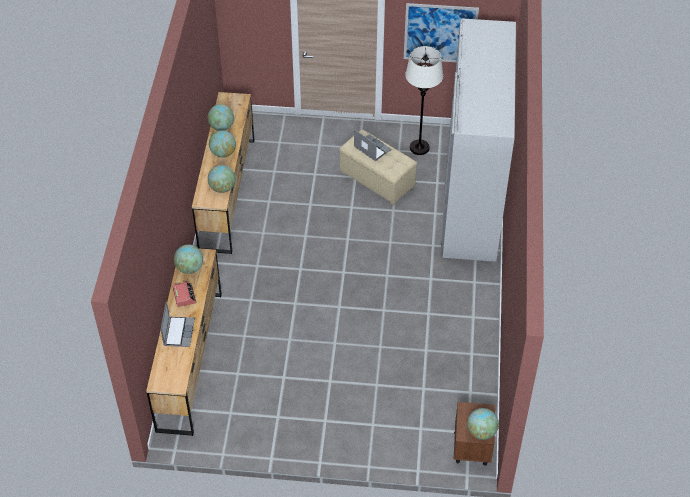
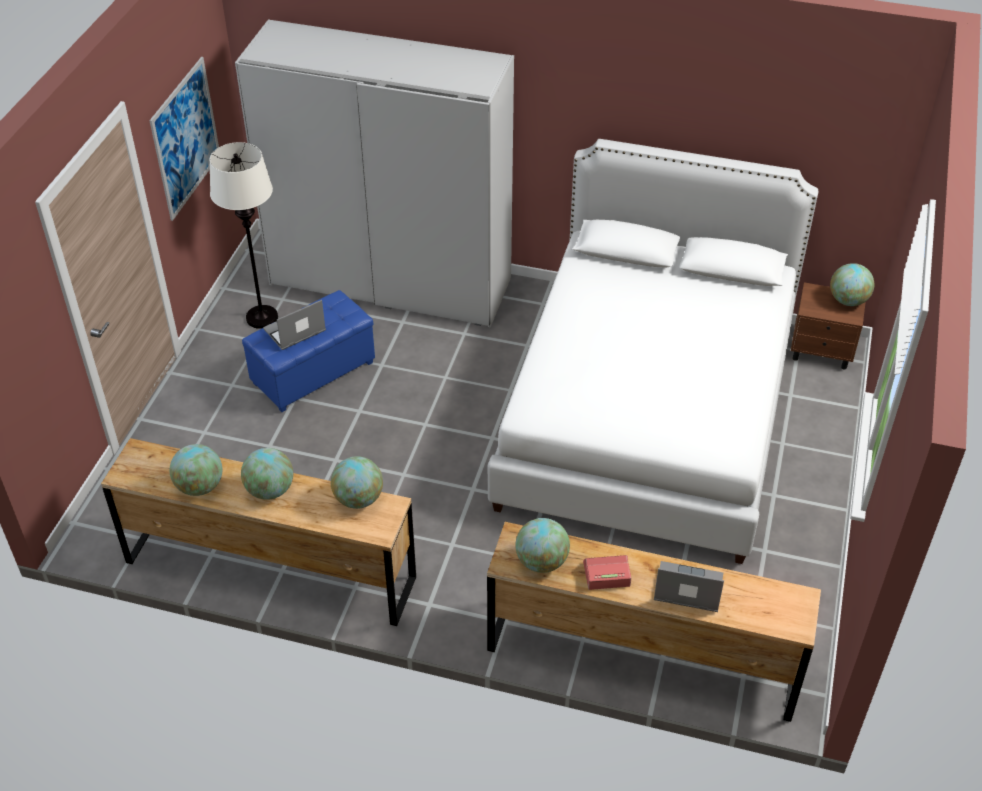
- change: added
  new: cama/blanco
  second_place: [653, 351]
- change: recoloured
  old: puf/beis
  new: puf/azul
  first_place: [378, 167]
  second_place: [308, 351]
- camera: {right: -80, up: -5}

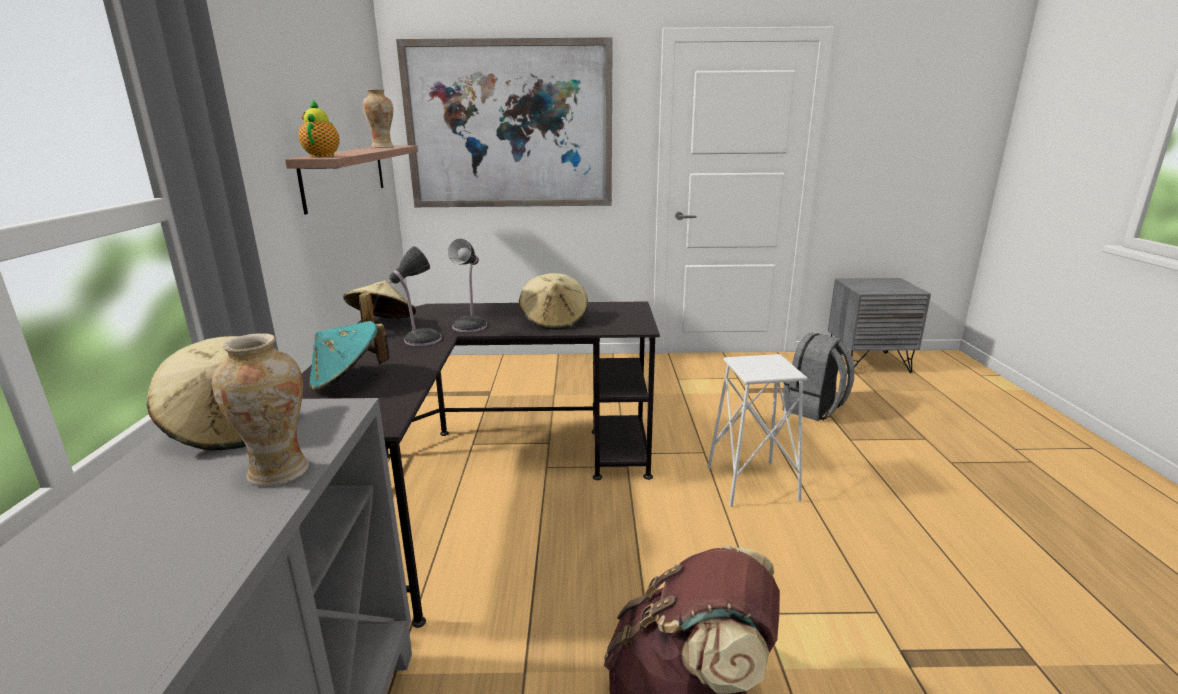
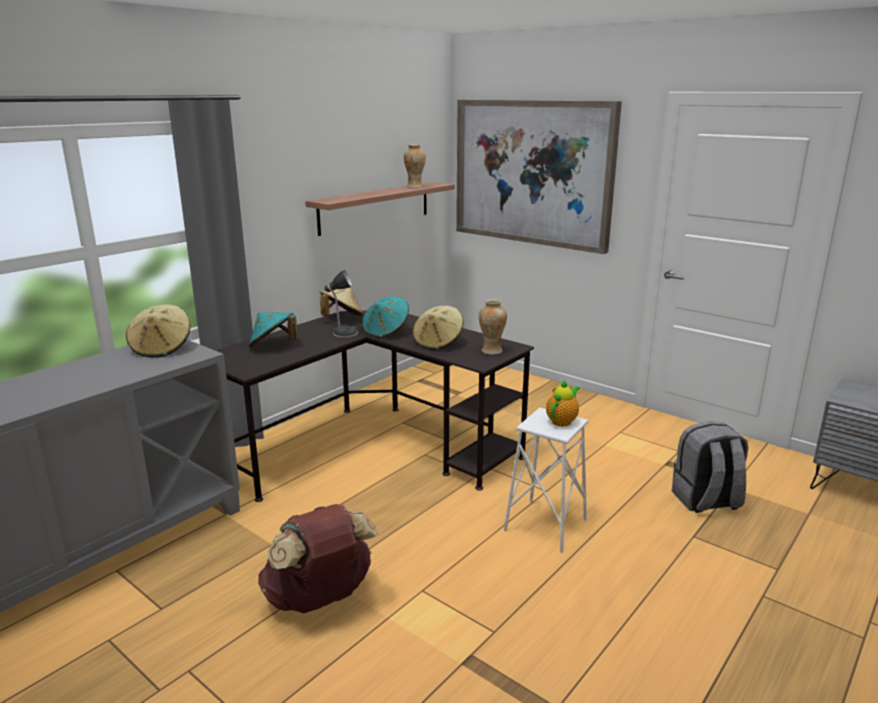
- change: moved
  old: florero
  first_place: [260, 410]
  second_place: [493, 327]
- change: moved
  old: tetera
  first_place: [319, 128]
  second_place: [563, 403]
- change: replaced
  old: lámpara de mesa
  new: sombrero/turquesa
  first_place: [467, 285]
  second_place: [385, 317]
- camera: {right: 40, up: 0}

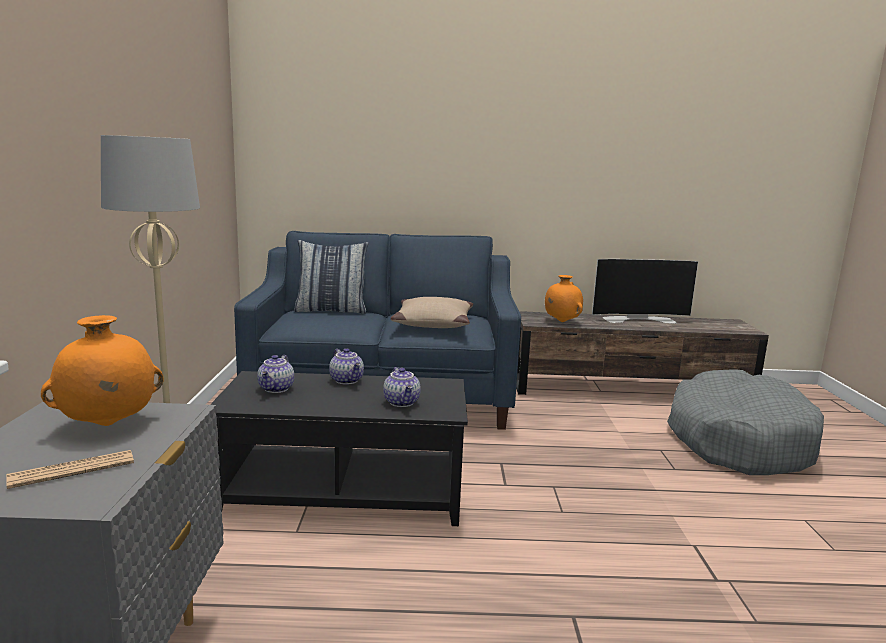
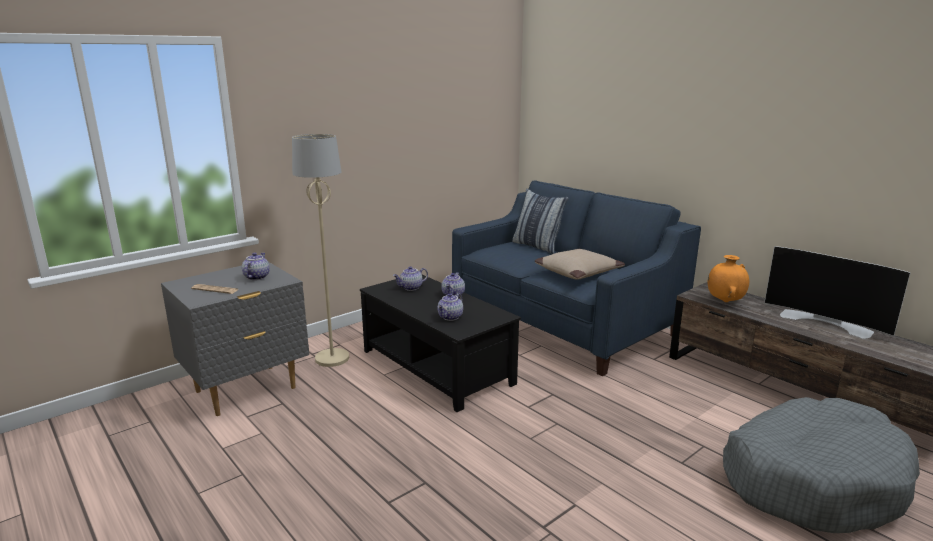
- change: replaced
  old: florero/naranja
  new: tetera
  first_place: [102, 370]
  second_place: [256, 266]
- camera: {right: 50, up: 5}

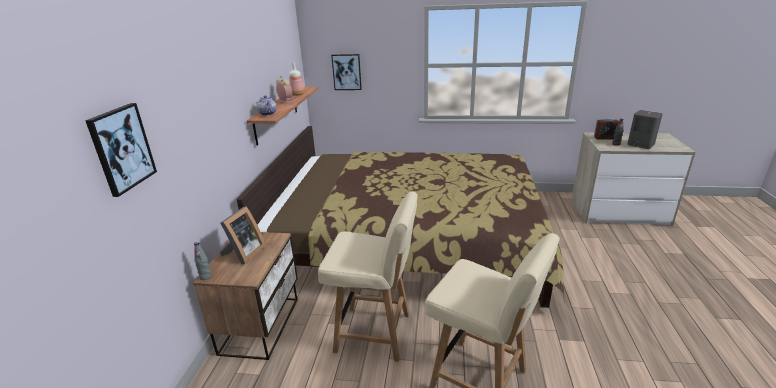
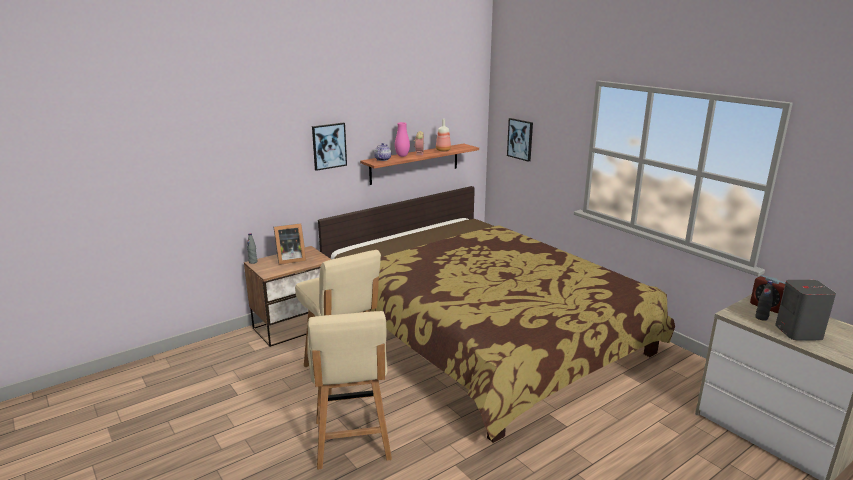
- change: added
  new: florero/rosa
  second_place: [402, 139]
- change: moved
  old: cuadro
  first_place: [121, 150]
  second_place: [329, 147]
- camera: {right: 45, up: -5}

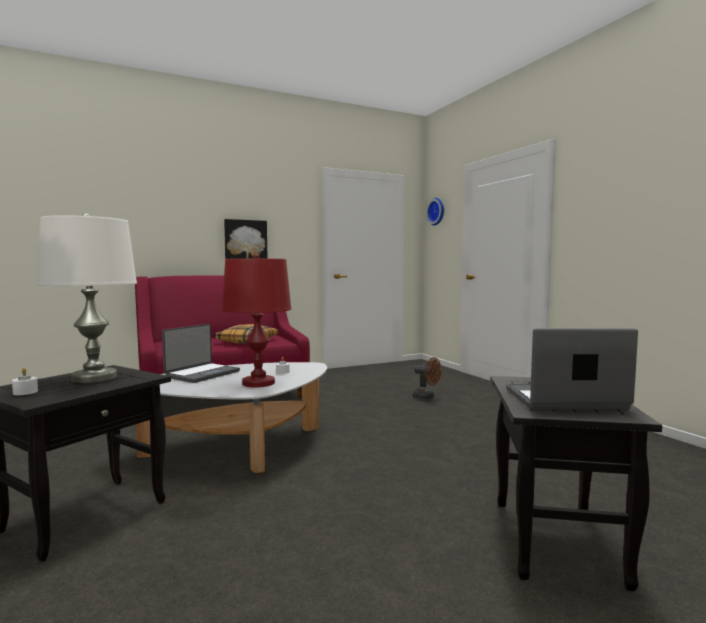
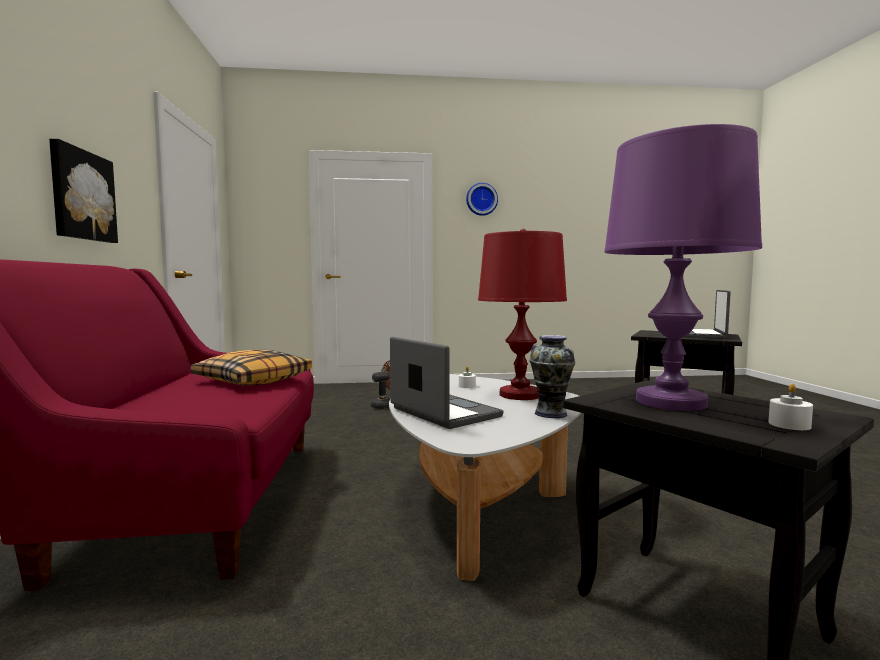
- change: added
  new: florero
  second_place: [552, 376]
- change: moved
  old: reloj de pared
  first_place: [435, 211]
  second_place: [482, 199]
- change: recoloured
  old: lámpara de mesa/blanco
  new: lámpara de mesa/morado
  first_place: [87, 298]
  second_place: [683, 267]
- camera: {right: -70, up: 0}

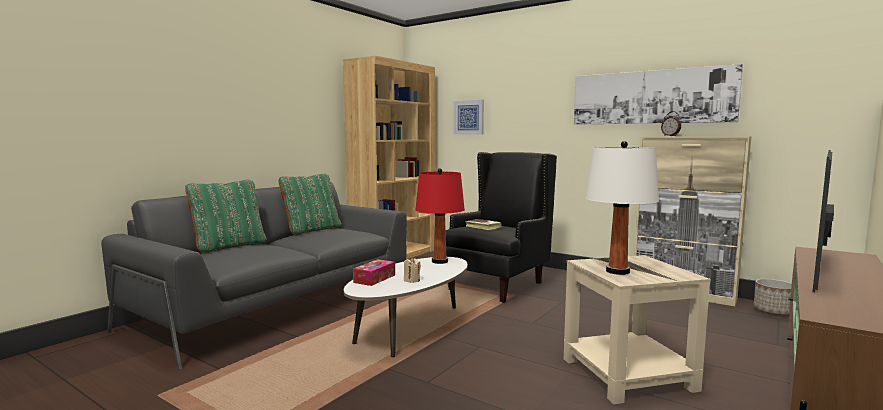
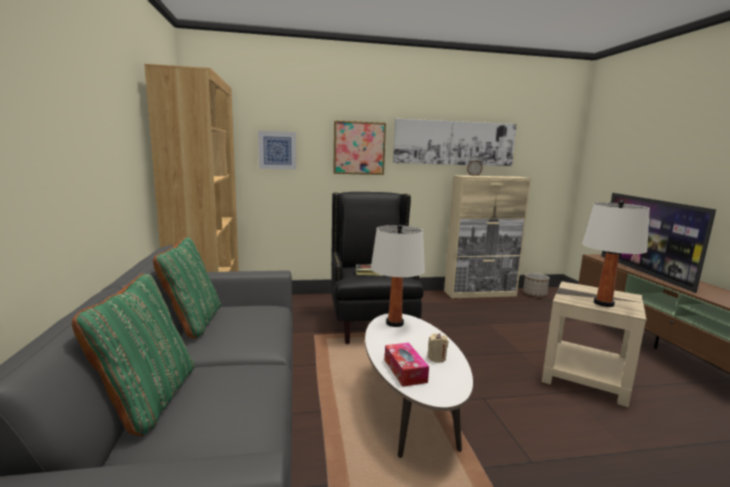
- change: added
  new: cuadro
  second_place: [359, 147]
- change: recoloured
  old: lámpara de mesa/rojo
  new: lámpara de mesa/blanco
  first_place: [440, 216]
  second_place: [398, 275]
- camera: {right: -45, up: 5}

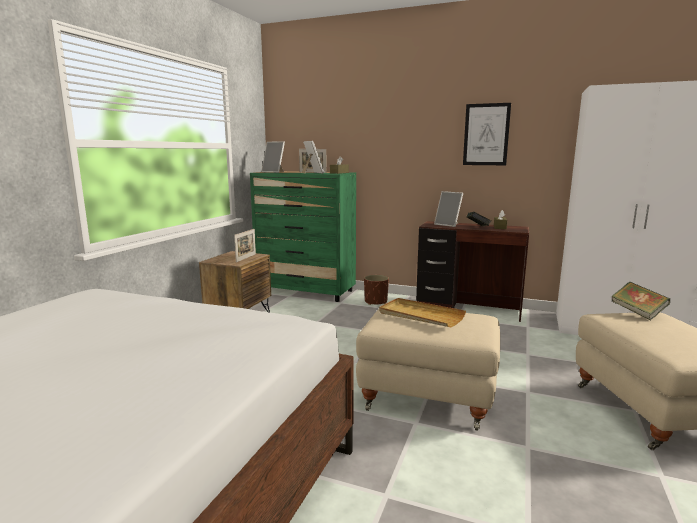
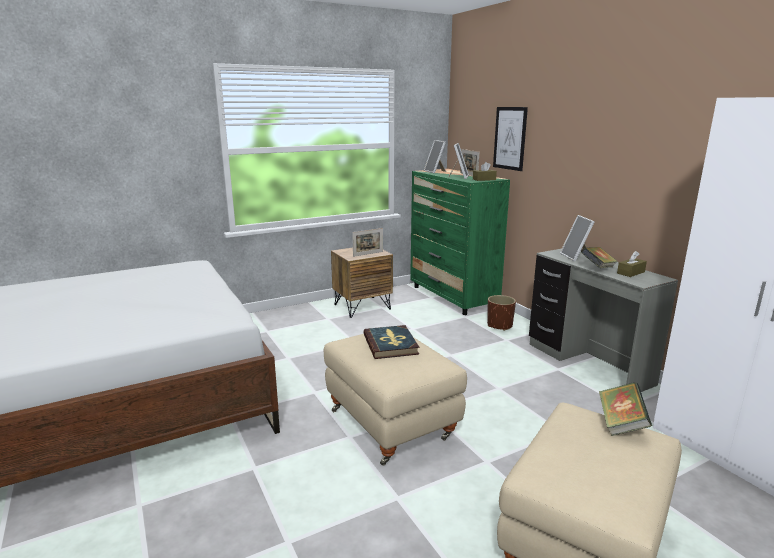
- change: moved
  old: cuadro
  first_place: [487, 134]
  second_place: [510, 139]
- change: replaced
  old: bandeja/beis
  new: libro
  first_place: [422, 313]
  second_place: [391, 342]
- change: recoloured
  old: escritorio/marrón
  new: escritorio/gris
  first_place: [472, 271]
  second_place: [603, 320]
- camera: {right: 40, up: 5}

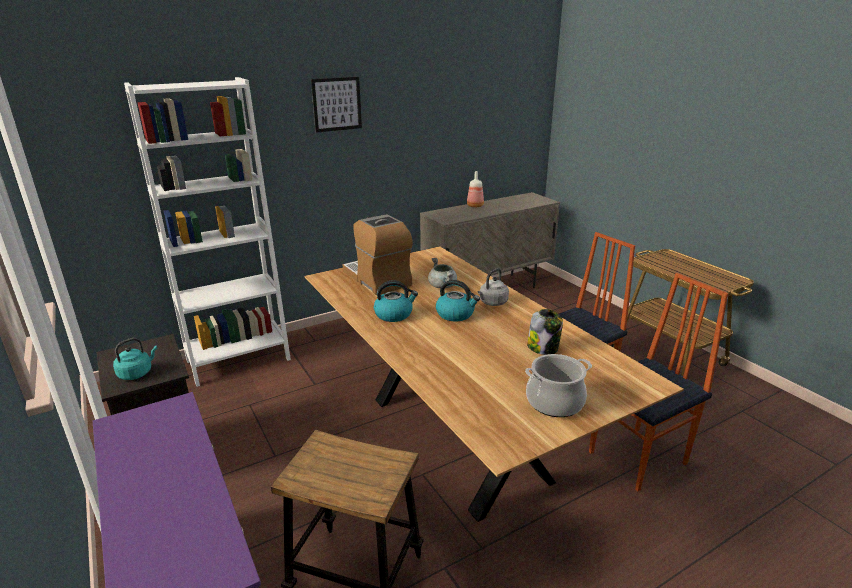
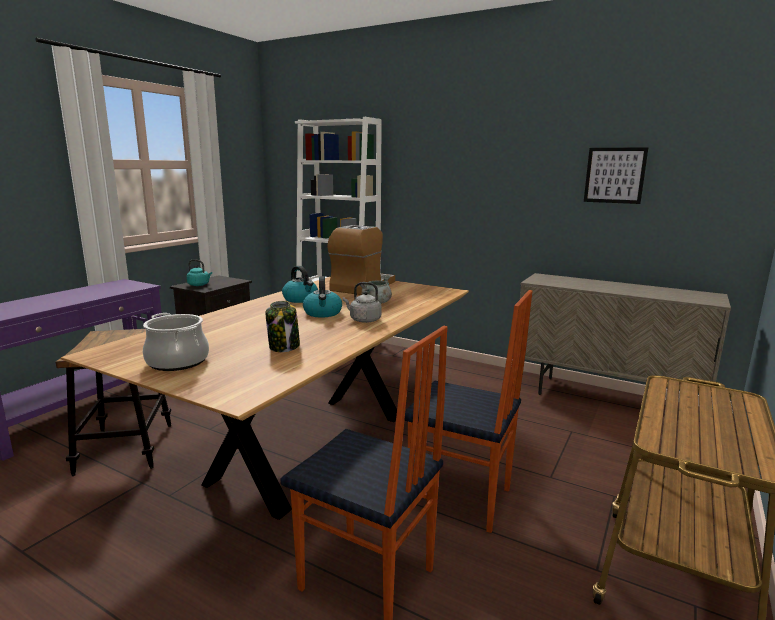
- change: removed
  old: botella
  first_place: [475, 189]
- change: moved
  old: cuadro
  first_place: [336, 105]
  second_place: [616, 175]
- camera: {right: 60, up: -10}

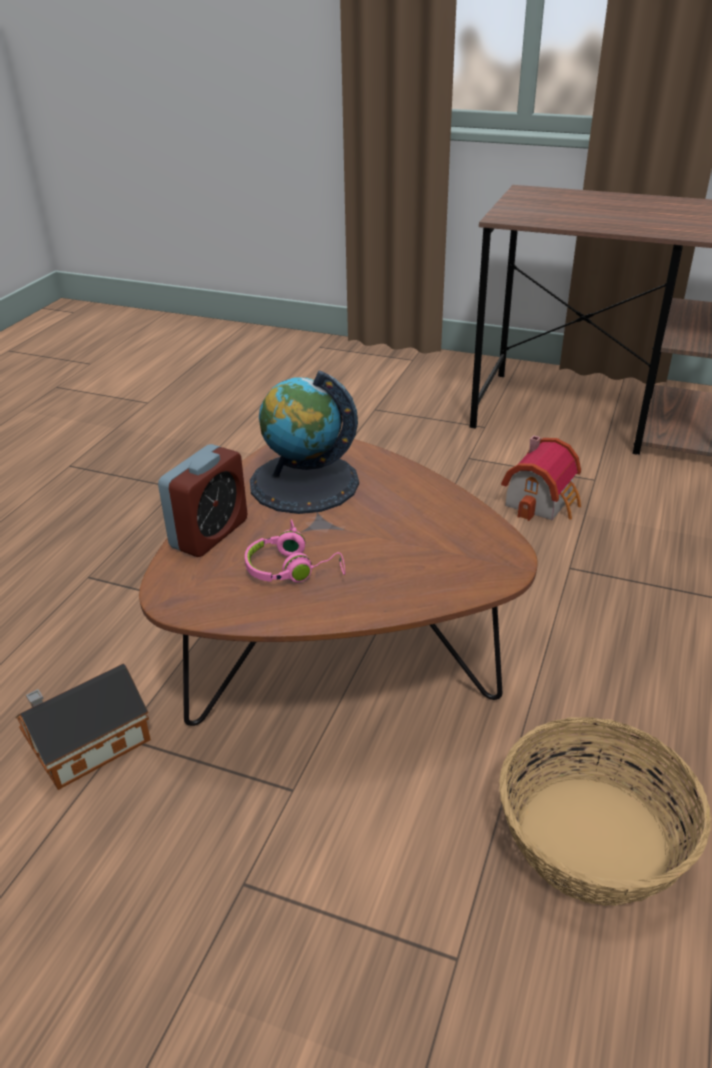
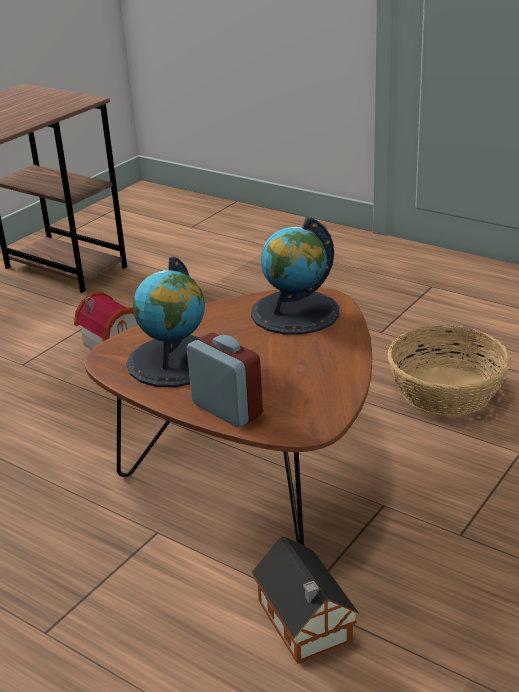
- change: removed
  old: auriculares/rosa
  first_place: [295, 550]
- change: added
  new: globo terráqueo
  second_place: [295, 276]
- camera: {right: -75, up: -5}

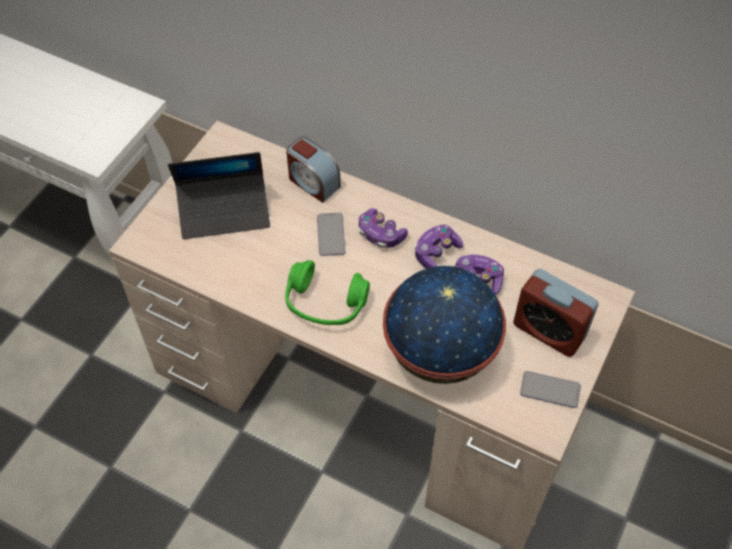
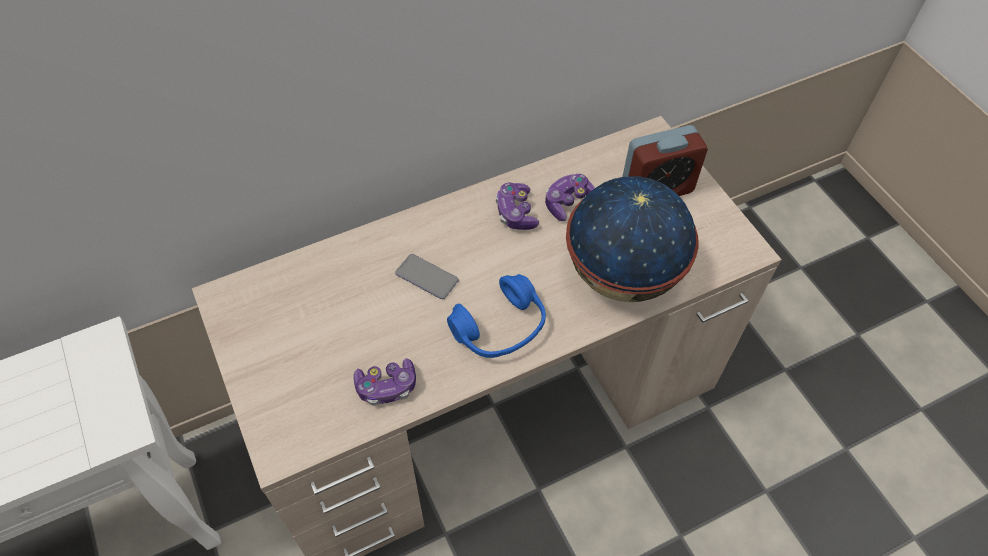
- change: removed
  old: portátil
  first_place: [219, 195]
- change: removed
  old: despertador
  first_place: [313, 169]
- change: removed
  old: móvil
  first_place: [550, 389]
- change: moved
  old: mando de consola
  first_place: [383, 228]
  second_place: [384, 382]
- change: recoloured
  old: auriculares/verde
  new: auriculares/azul
  first_place: [327, 292]
  second_place: [496, 316]
- camera: {right: -55, up: 0}

